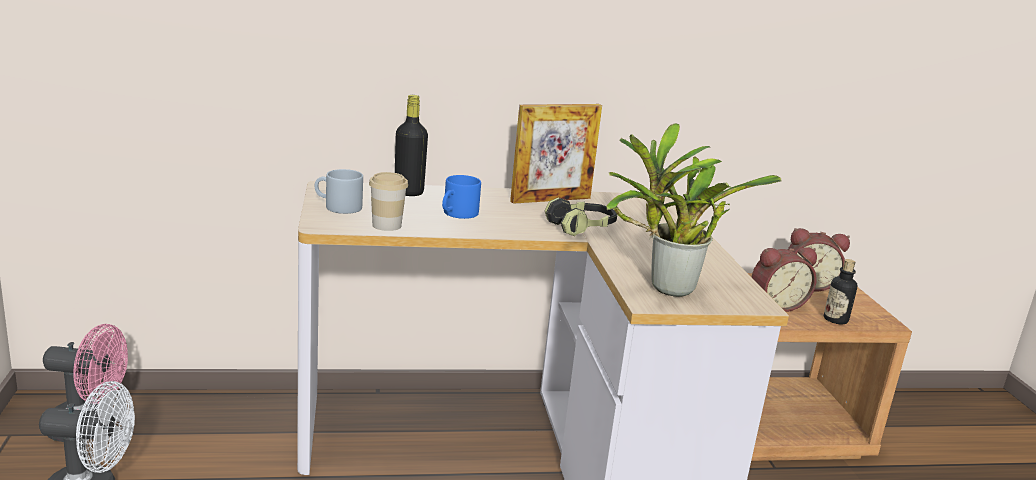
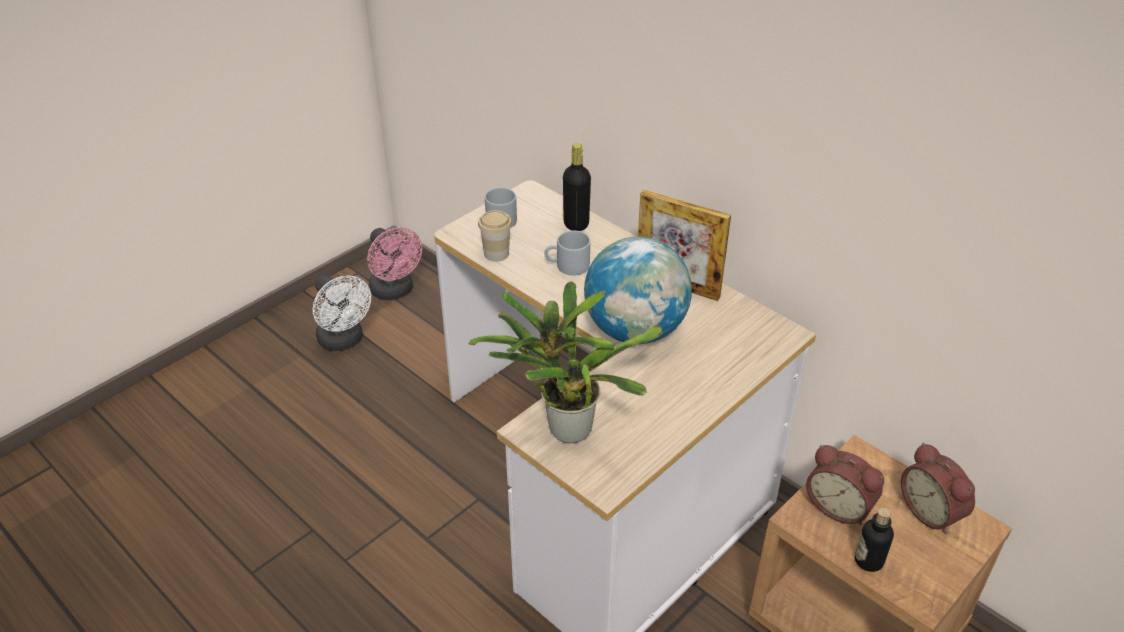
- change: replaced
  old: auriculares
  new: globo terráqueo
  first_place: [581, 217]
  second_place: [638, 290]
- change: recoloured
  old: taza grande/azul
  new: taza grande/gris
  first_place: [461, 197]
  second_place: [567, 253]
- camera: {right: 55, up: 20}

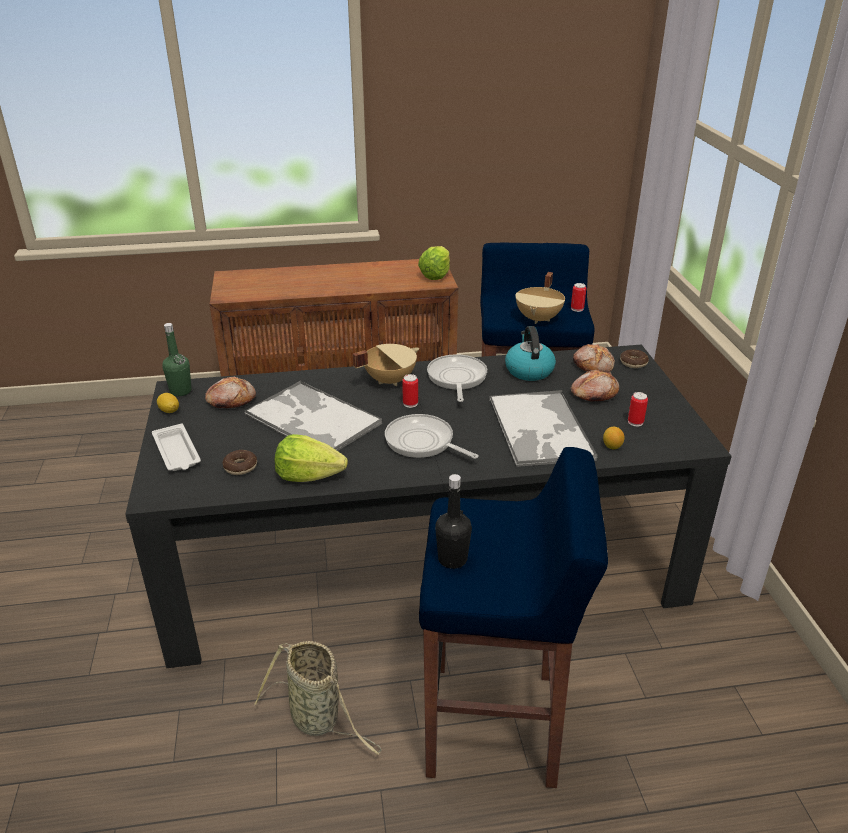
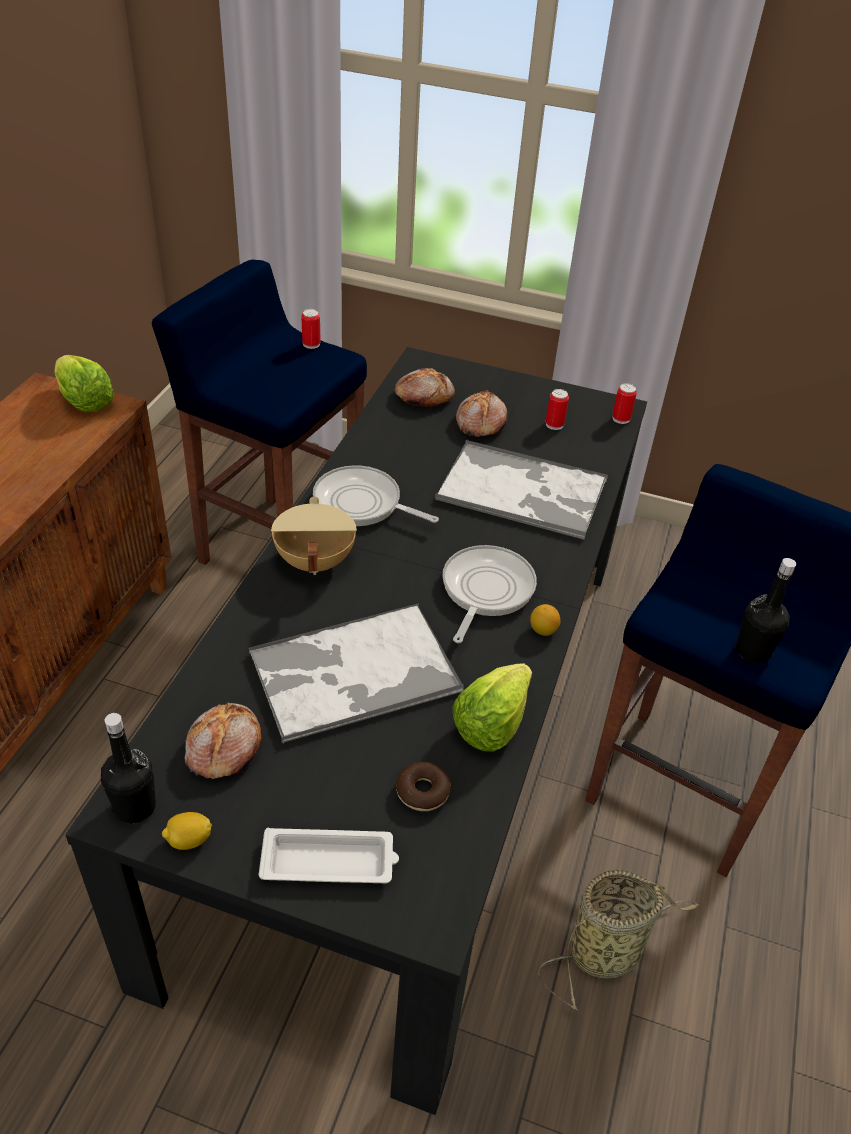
- change: removed
  old: hervidor
  first_place: [530, 353]
- change: removed
  old: olla/beis
  first_place: [540, 298]
- change: removed
  old: rosquilla
  first_place: [634, 358]
- change: moved
  old: lata
  first_place: [410, 391]
  second_place: [624, 403]
- change: moved
  old: limón
  first_place: [614, 438]
  second_place: [545, 620]
- change: recoloured
  old: botella/verde
  new: botella/negro
  first_place: [177, 359]
  second_place: [128, 768]
- change: turned
  old: sartén
  first_place: [431, 436]
  second_place: [489, 594]
  degrees: 135
- camera: {right: -65, up: 10}

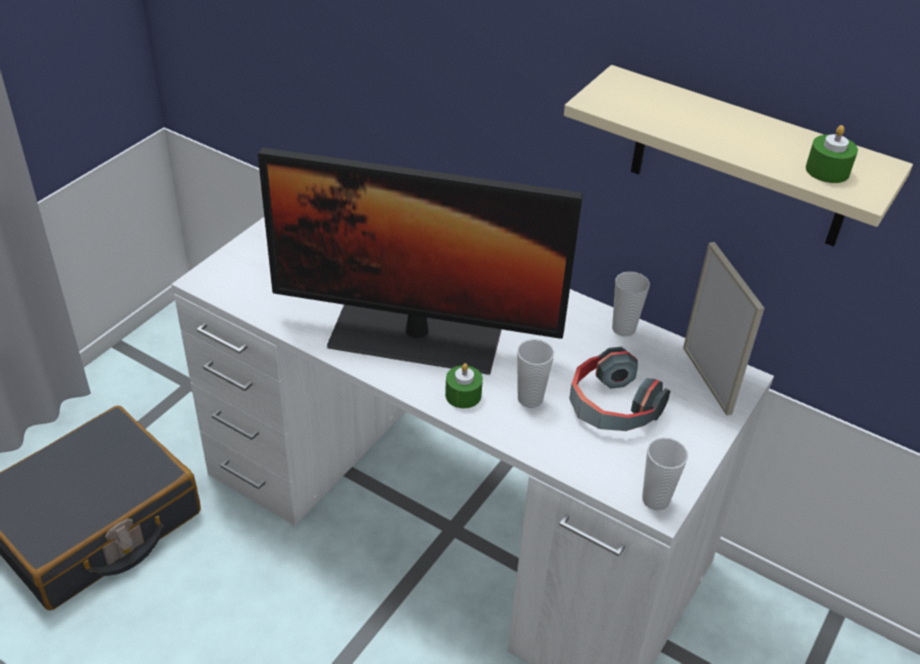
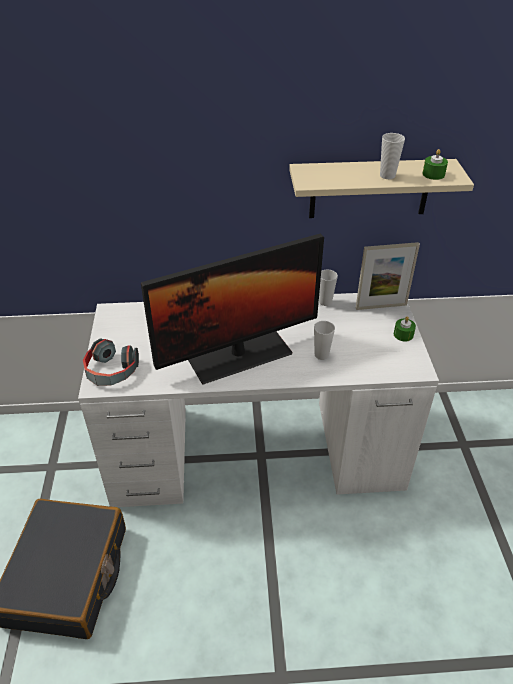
- change: moved
  old: vela/verde
  first_place: [464, 385]
  second_place: [405, 329]
- change: moved
  old: auriculares
  first_place: [619, 389]
  second_place: [111, 362]
- change: moved
  old: taza
  first_place: [665, 474]
  second_place: [392, 156]
- change: turned
  old: portarretratos
  first_place: [723, 329]
  second_place: [388, 276]
  degrees: 135
- camera: {right: -35, up: 0}

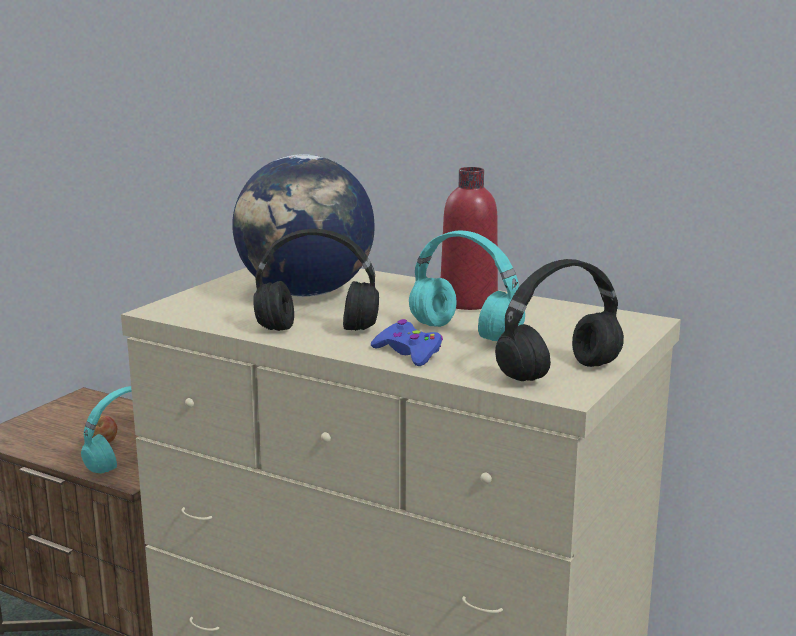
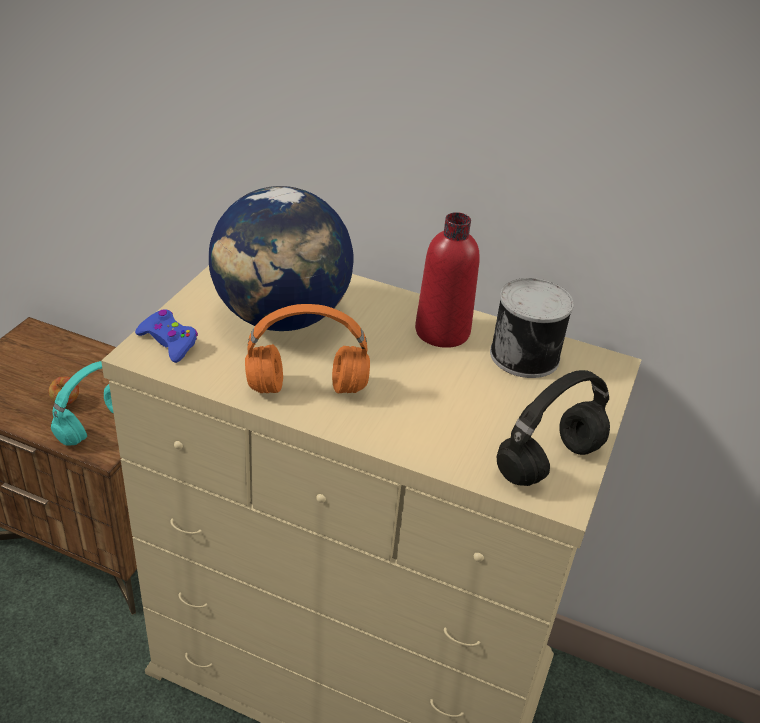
- change: removed
  old: auriculares/turquesa
  first_place: [467, 286]
- change: added
  new: lata
  second_place: [532, 328]
- change: moved
  old: mando de consola/azul
  first_place: [407, 342]
  second_place: [166, 336]
- change: recoloured
  old: auriculares/negro
  new: auriculares/naranja
  first_place: [316, 280]
  second_place: [307, 348]
- camera: {right: -10, up: 20}

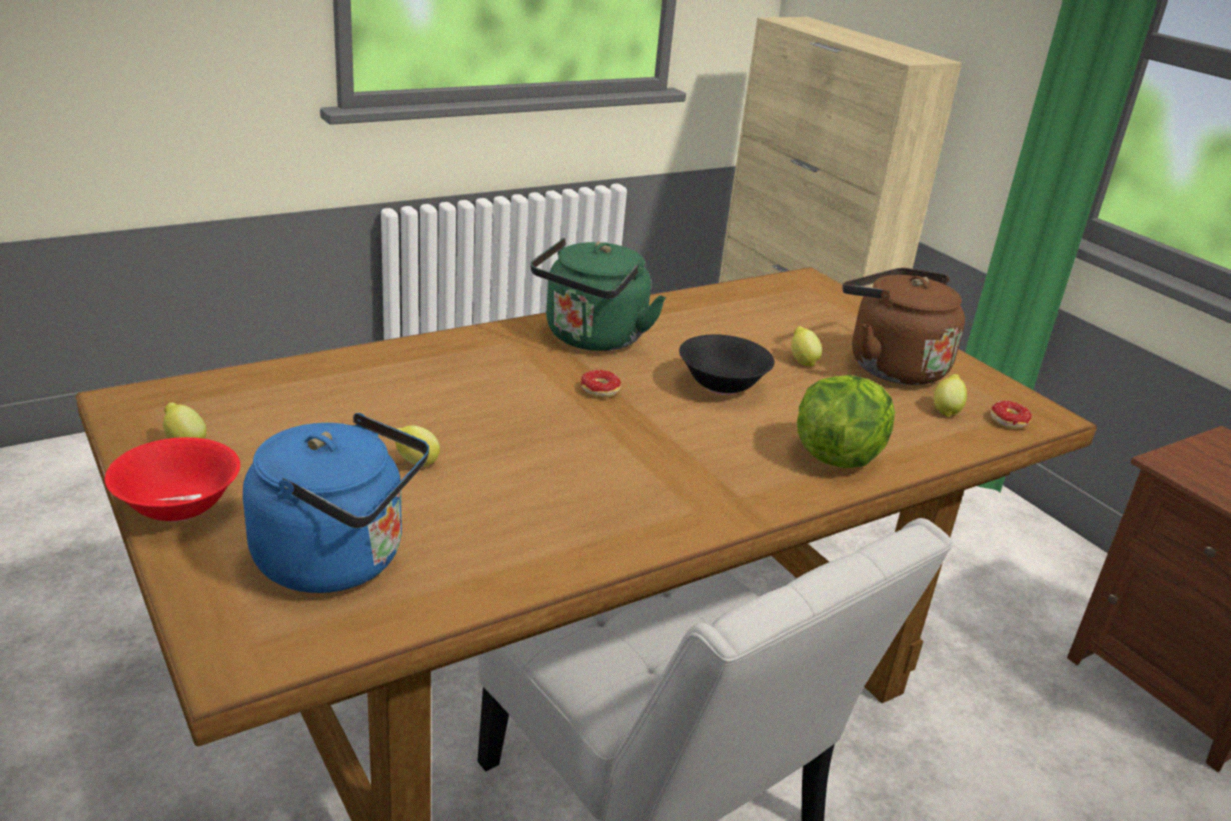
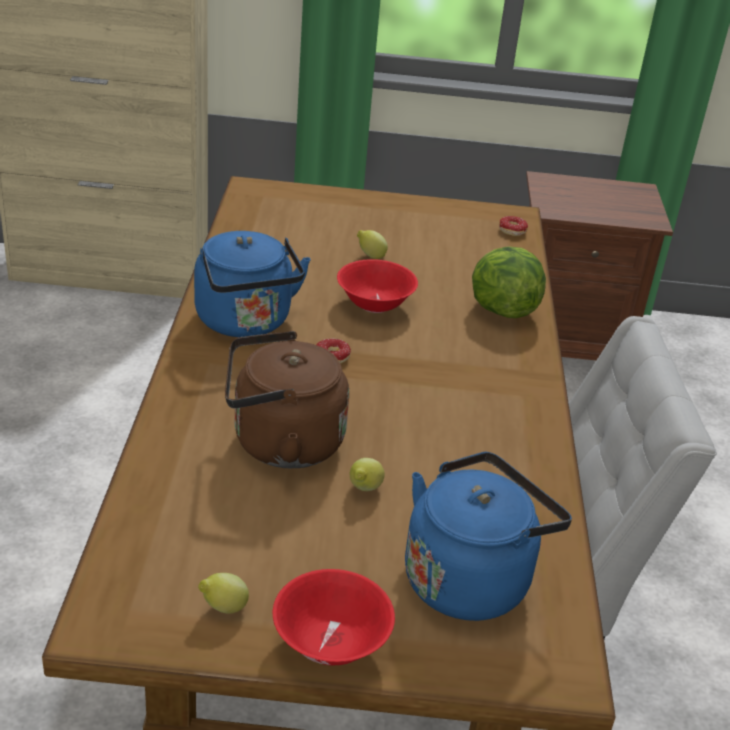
- change: removed
  old: limón
  first_place: [950, 395]
- change: moved
  old: hervidor/marrón
  first_place: [904, 326]
  second_place: [287, 399]
- change: recoloured
  old: hervidor/verde
  new: hervidor/azul
  first_place: [598, 294]
  second_place: [252, 284]
- change: recoloured
  old: cuenco/negro
  new: cuenco/rojo
  first_place: [727, 365]
  second_place: [377, 286]
- camera: {right: -55, up: 5}

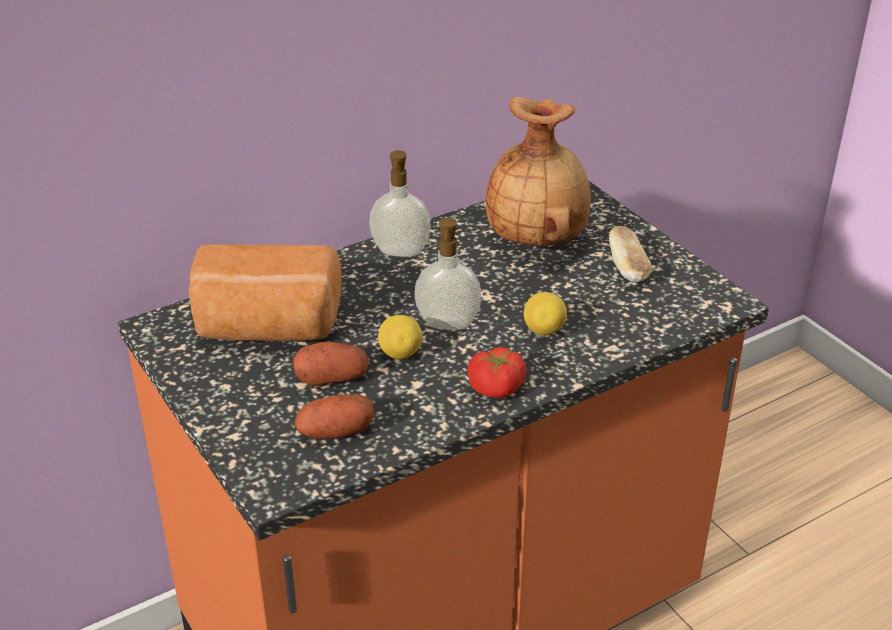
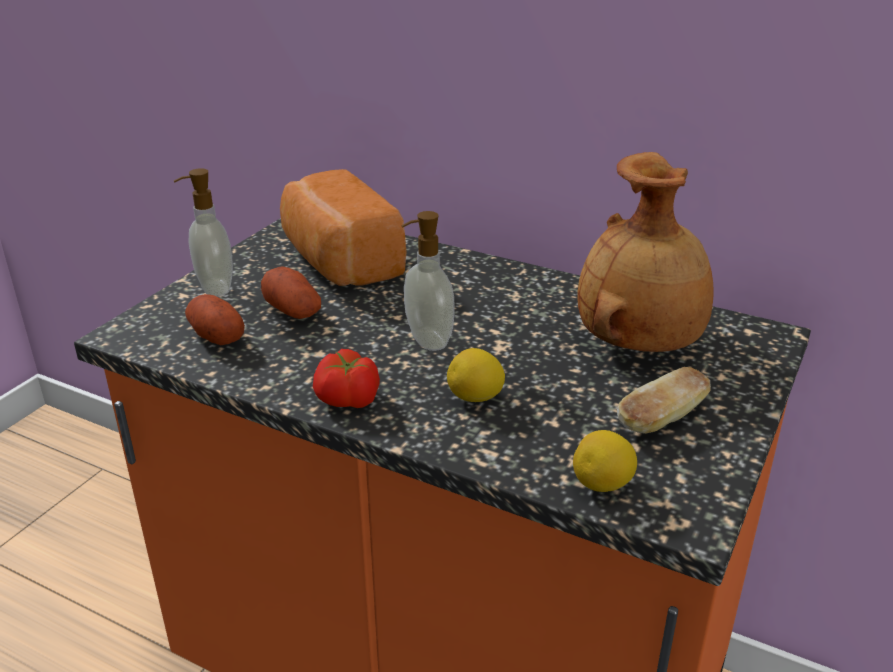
- change: moved
  old: dispensador de jabón
  first_place: [400, 204]
  second_place: [203, 232]
- change: moved
  old: limón
  first_place: [400, 337]
  second_place: [605, 461]
- camera: {right: 60, up: -5}

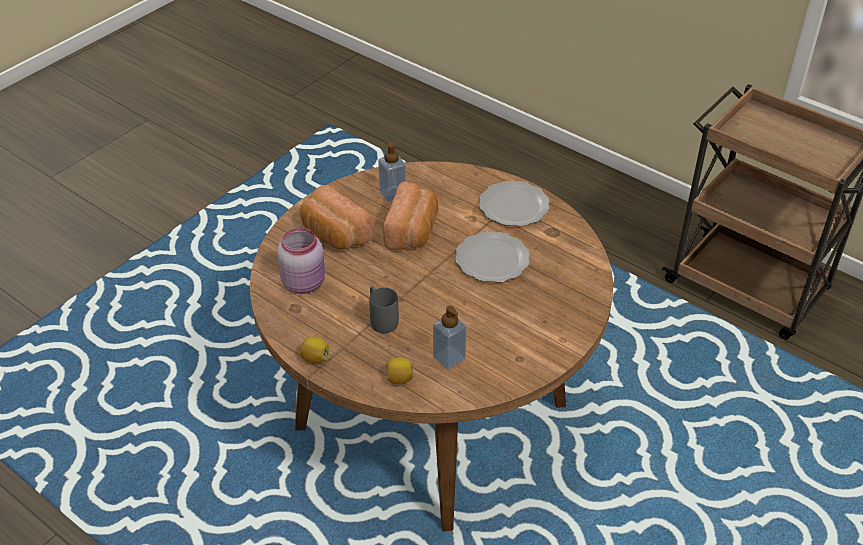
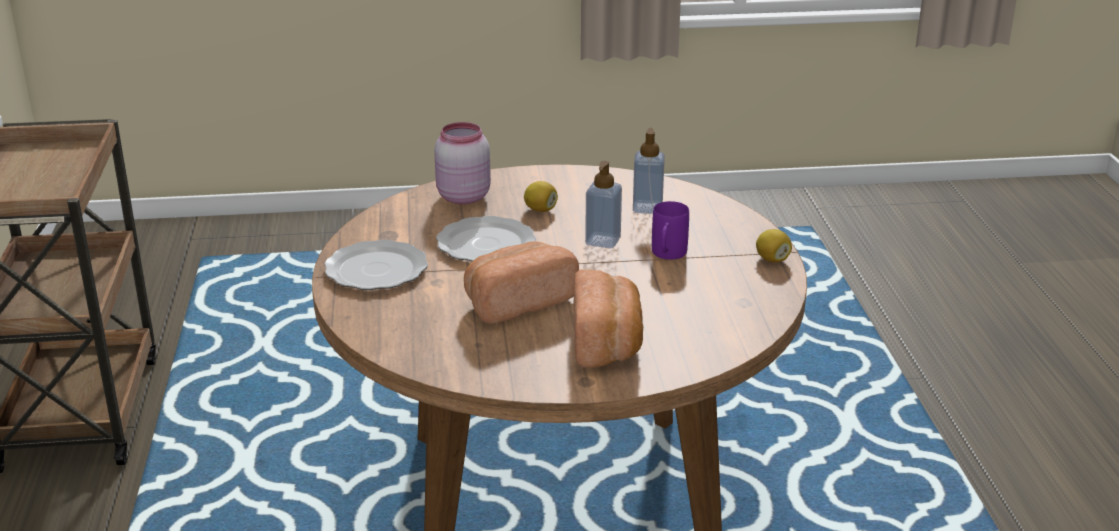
- change: moved
  old: tarro/rosa
  first_place: [301, 261]
  second_place: [462, 163]
- change: moved
  old: dispensador de jabón
  first_place: [392, 171]
  second_place: [603, 204]
- change: moved
  old: limón
  first_place: [400, 370]
  second_place: [541, 196]
- change: recoloured
  old: taza grande/gris
  new: taza grande/morado
  first_place: [384, 309]
  second_place: [670, 230]
- camera: {right: -135, up: -15}

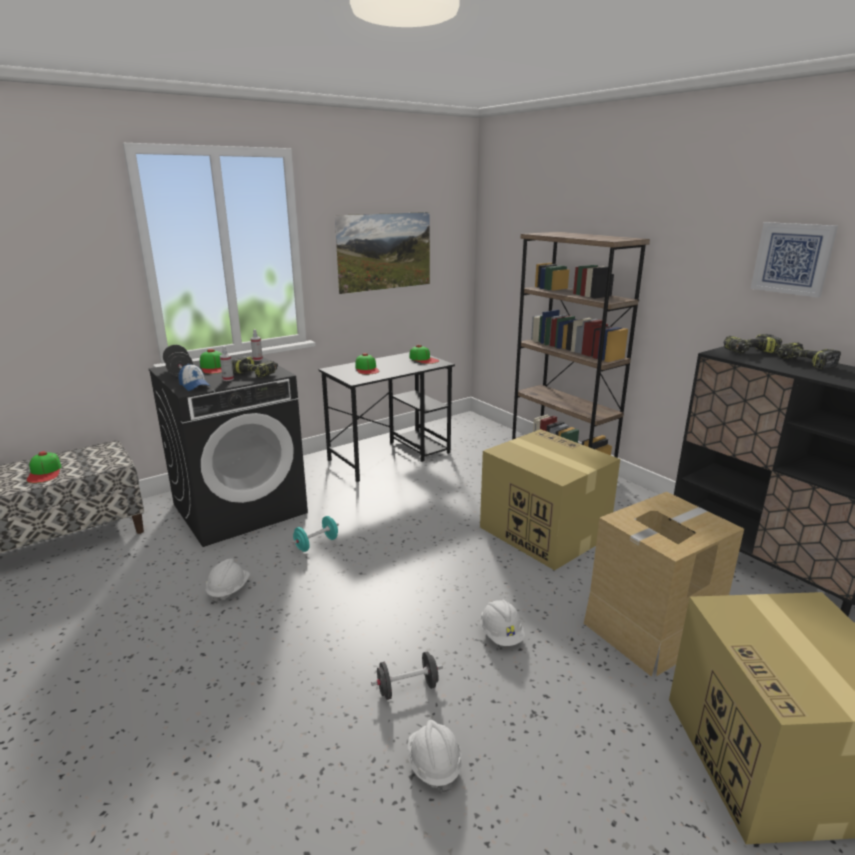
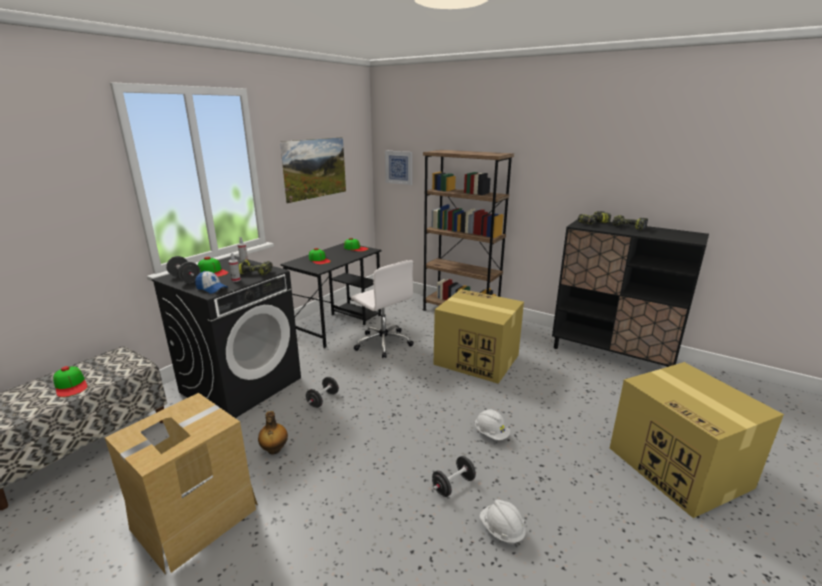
- change: added
  new: silla de oficina/blanco
  second_place: [382, 309]
- change: moved
  old: caja de cartón
  first_place: [664, 584]
  second_place: [181, 484]
- change: moved
  old: cuadro
  first_place: [794, 260]
  second_place: [398, 168]
- change: replaced
  old: casco/blanco
  new: botella
  first_place: [228, 581]
  second_place: [273, 433]
- change: recoloured
  old: mancuerna/turquesa
  new: mancuerna/negro
  first_place: [315, 534]
  second_place: [322, 392]
- camera: {right: -20, up: 0}

